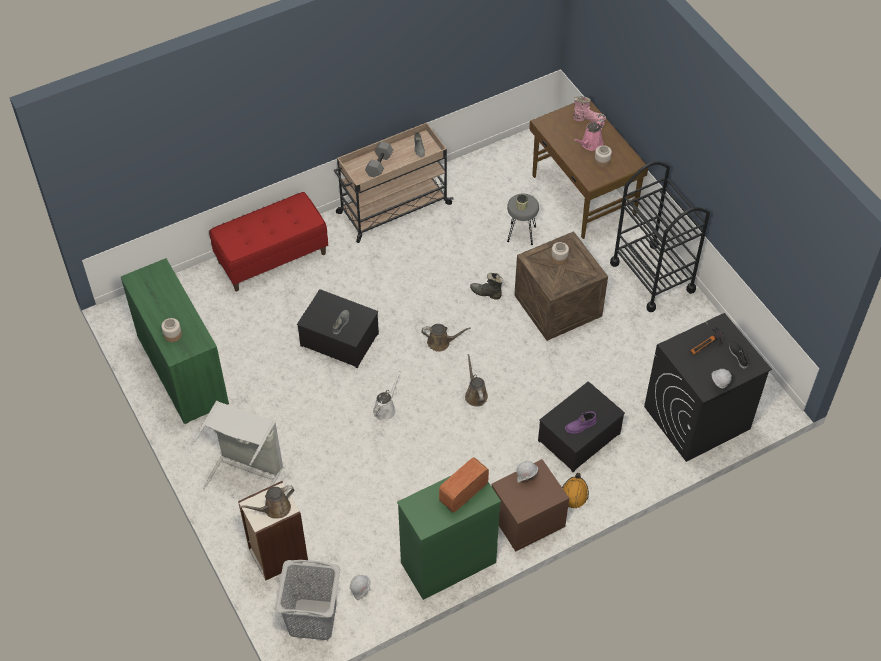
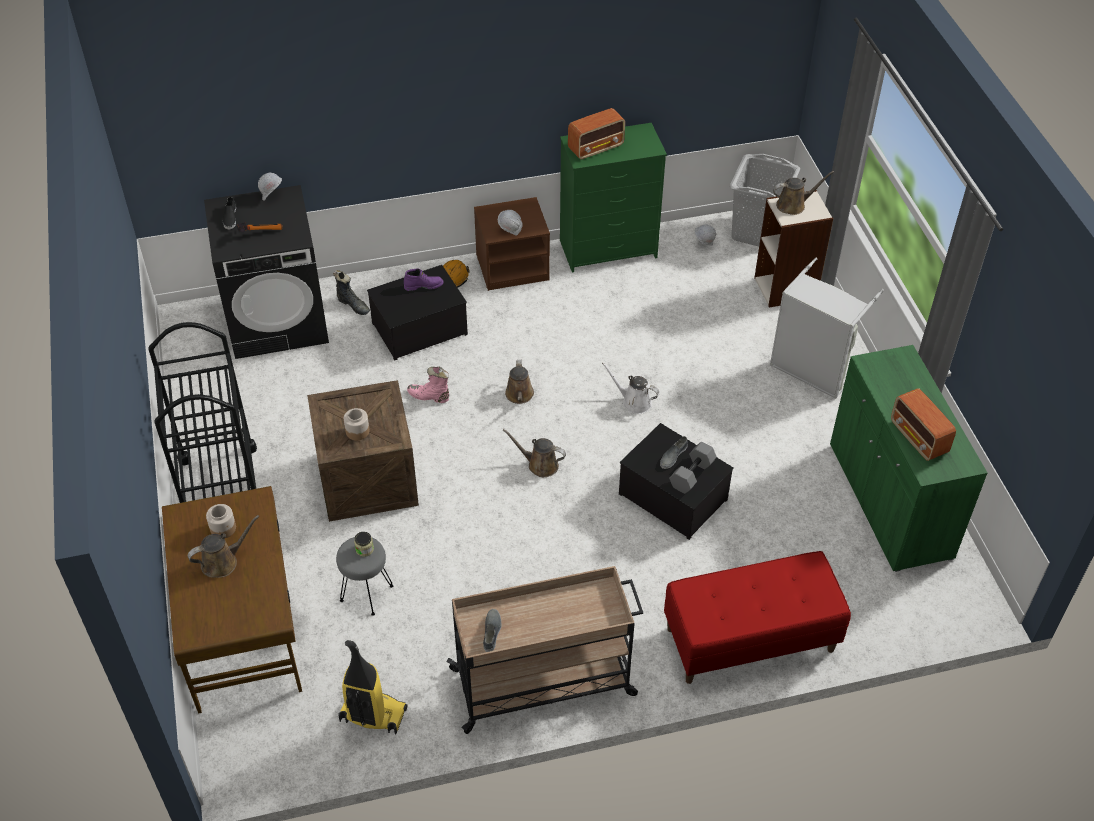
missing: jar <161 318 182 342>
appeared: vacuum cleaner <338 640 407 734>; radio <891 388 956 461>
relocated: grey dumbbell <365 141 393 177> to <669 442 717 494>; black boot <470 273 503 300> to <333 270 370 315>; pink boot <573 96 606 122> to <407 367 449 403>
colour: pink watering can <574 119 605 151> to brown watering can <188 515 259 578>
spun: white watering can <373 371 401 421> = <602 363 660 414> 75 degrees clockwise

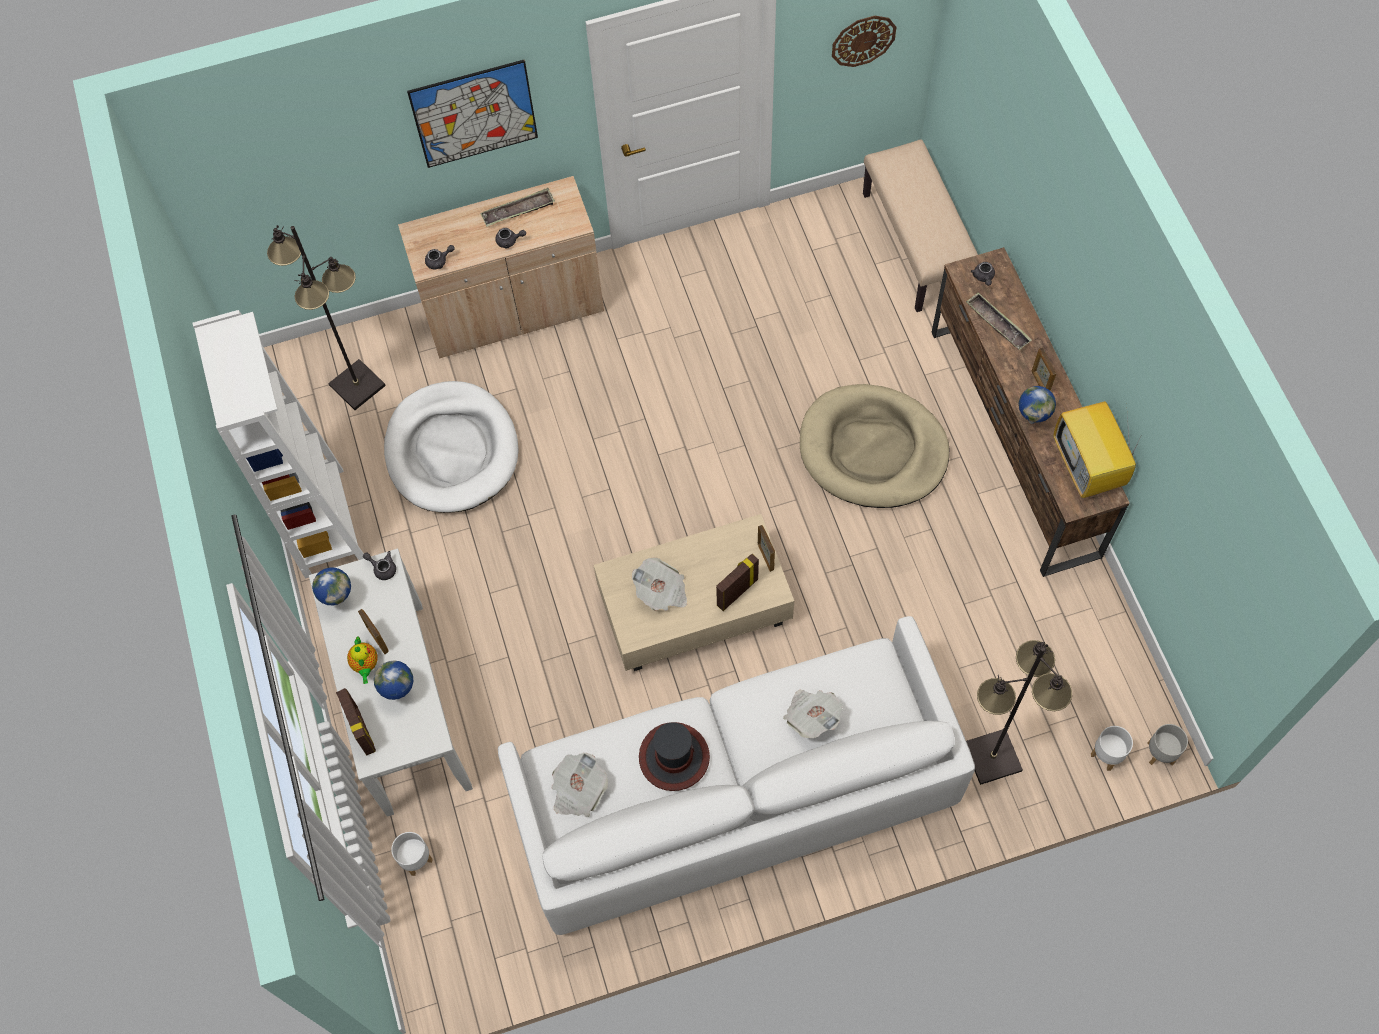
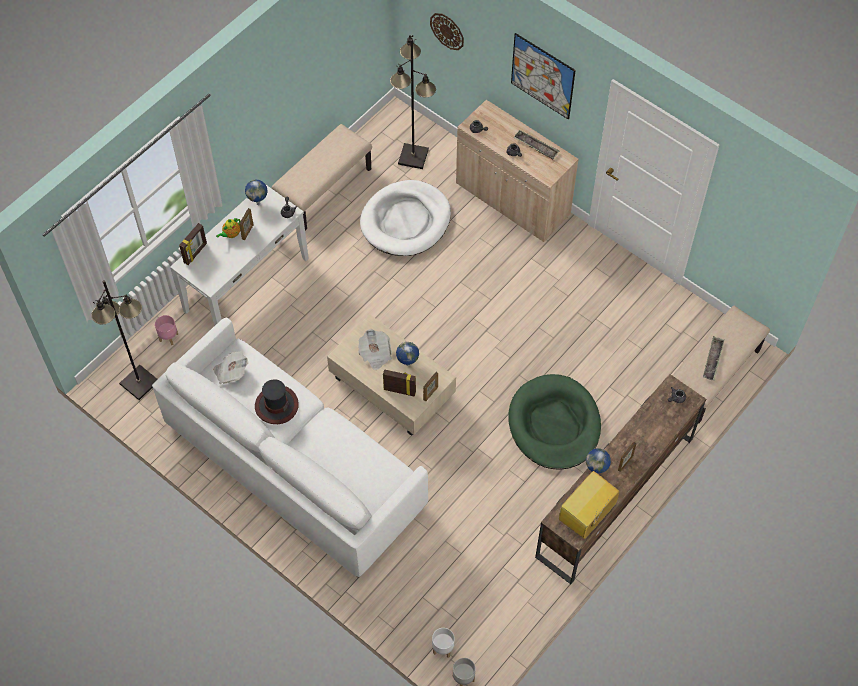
missing: newspaper <783 689 843 738>
relocated: globe <374 660 413 700> to <396 342 419 366>; wall clock <832 16 896 67> to <430 13 464 50>; tray <966 293 1032 350> to <703 336 725 380>; black floor lamp <966 640 1072 785> to <92 280 157 400>
exchanged: white bookcase <192 310 364 579> to beige bench <271 124 372 231>
colour: white planter <391 832 432 876> to pink planter <155 315 178 345>; beige dog bed <800 384 949 508> to green dog bed <508 374 601 470>

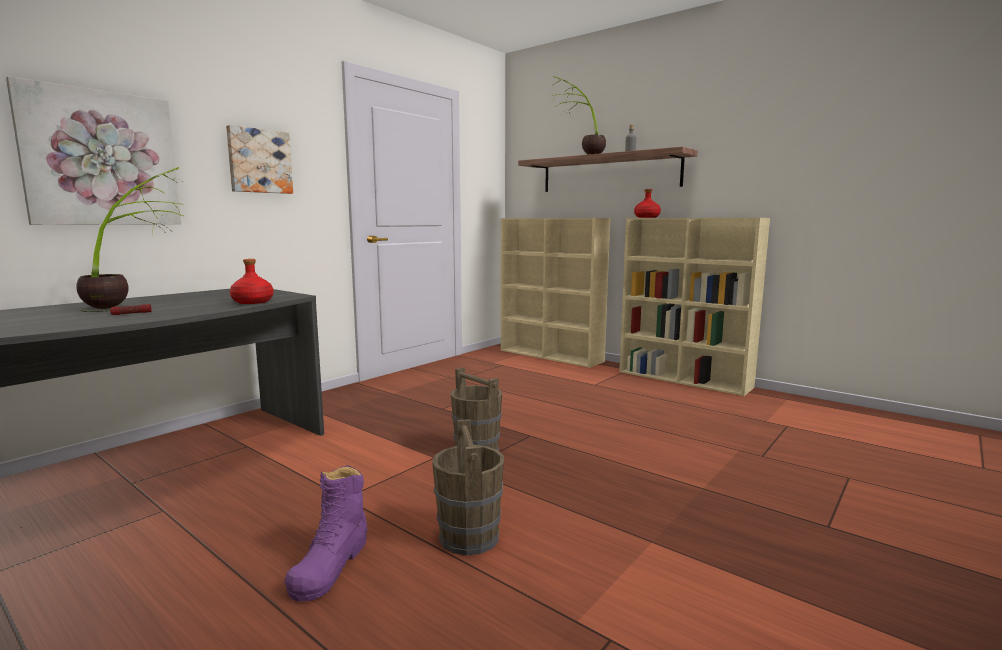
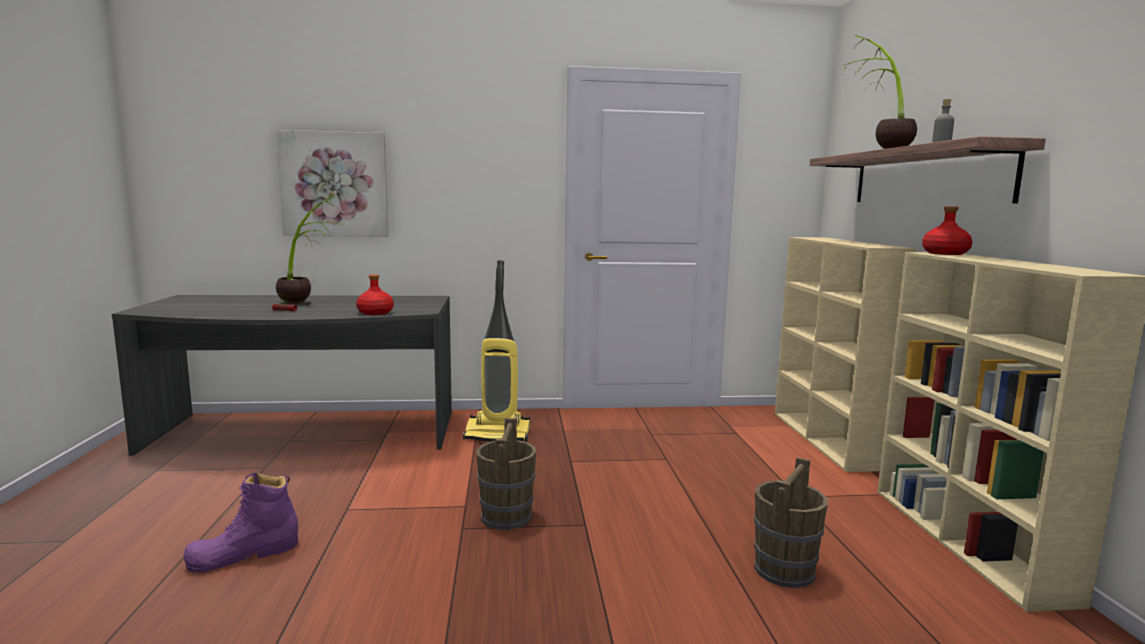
missing: picture <226 125 293 194>
appeared: vacuum cleaner <463 260 530 442>
relocated: brown bucket <432 419 504 555> to <754 457 828 588>

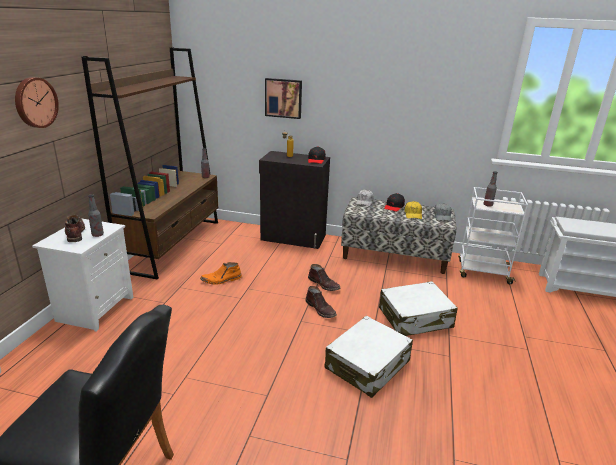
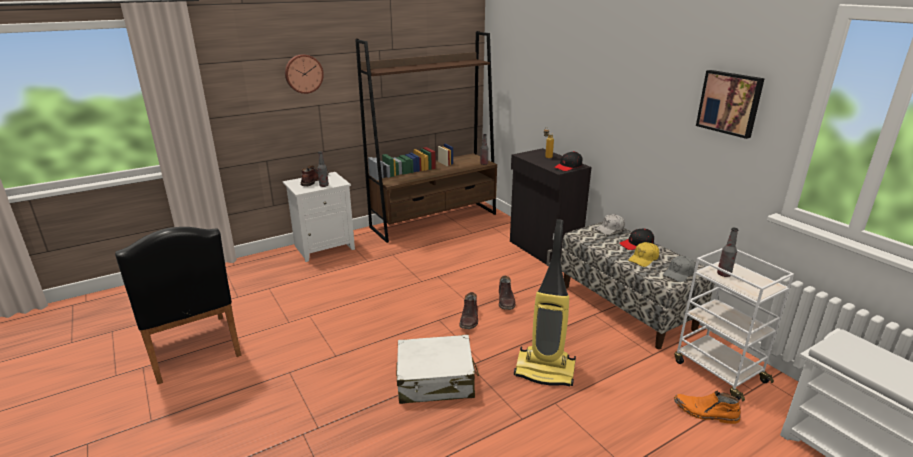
relocated: orange boot <200 262 242 285> to <674 391 740 424>; picture <265 78 302 119> to <696 70 765 139>
exchanged: white suitcase <379 281 458 336> to vacuum cleaner <514 219 576 386>

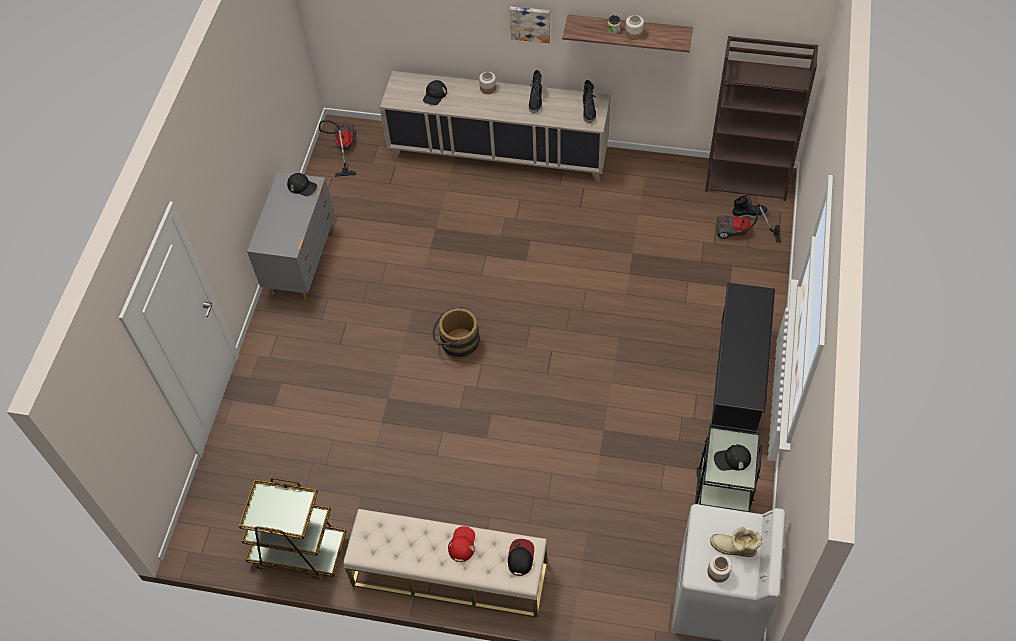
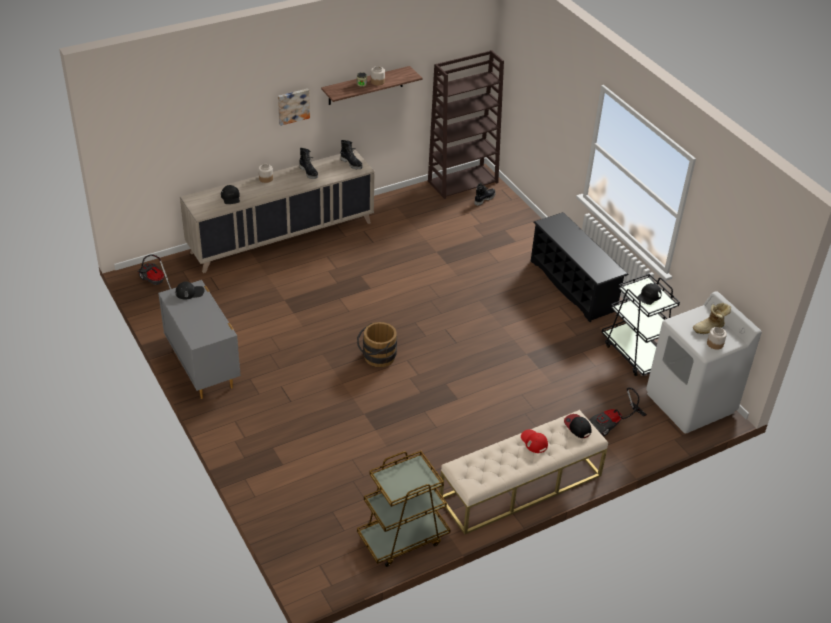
relocated: vacuum cleaner <717 203 781 243> to <589 388 647 436>

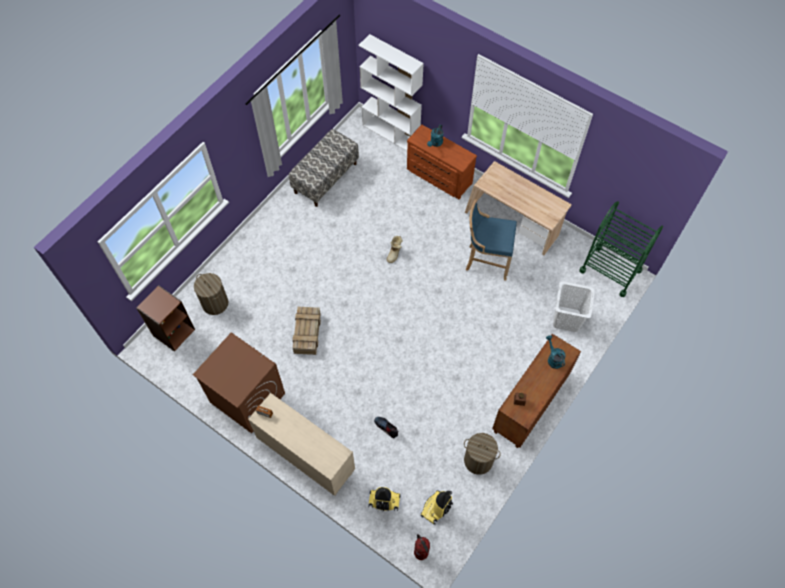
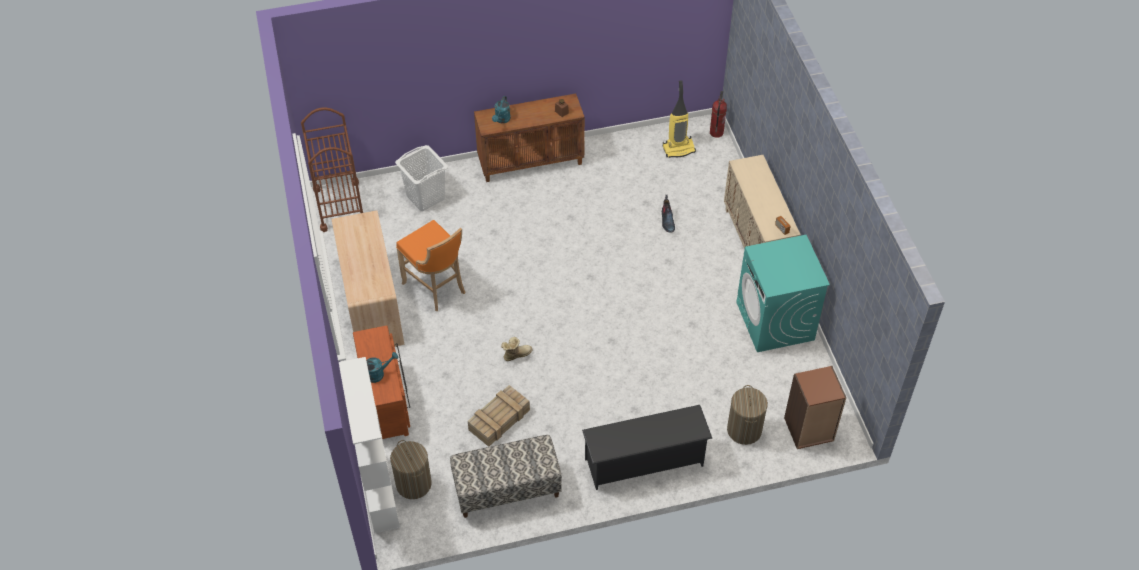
missing: vacuum cleaner <368 487 401 512>
appeared: black shoe rack <582 405 712 490>
relocated: crate <293 307 321 355> to <468 385 530 447>; laundry basket <464 433 501 475> to <390 440 432 499>
colour: brown washing machine <193 332 285 433> to turquoise washing machine <736 235 830 352>; blue stool <466 200 517 280> to orange stool <396 220 465 311>; green cart <579 201 663 297> to brown cart <301 107 363 232>

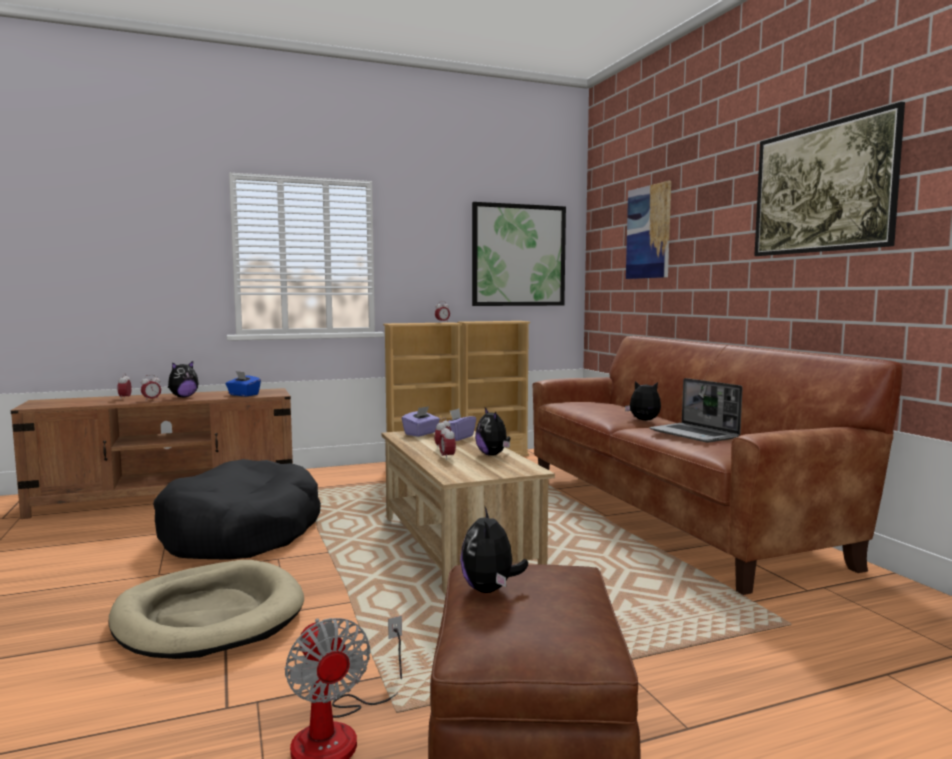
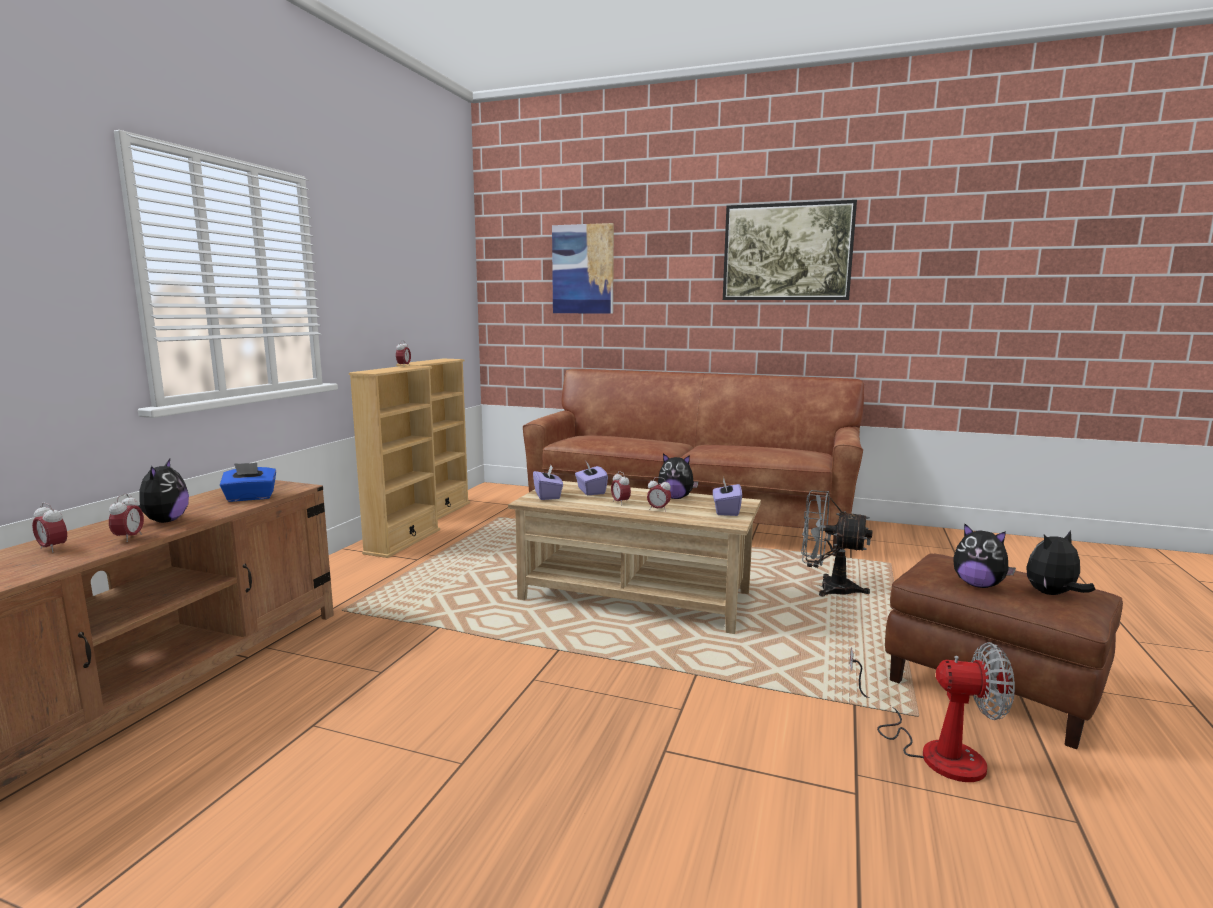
missing: beige dog bed <108 560 304 659>; black dog bed <153 459 321 560>; picture <472 202 566 306>; laptop <649 378 743 443>
appeared: purple tissue box <713 476 742 516>; grey fan <801 490 873 597>
relocated: plush toy <625 381 661 421> to <1026 531 1095 595>

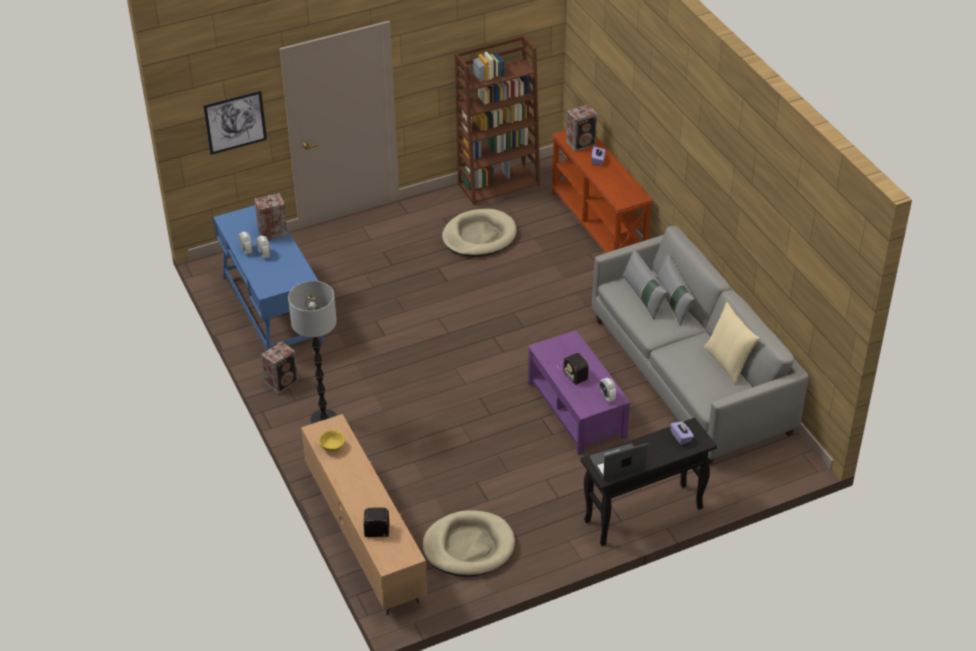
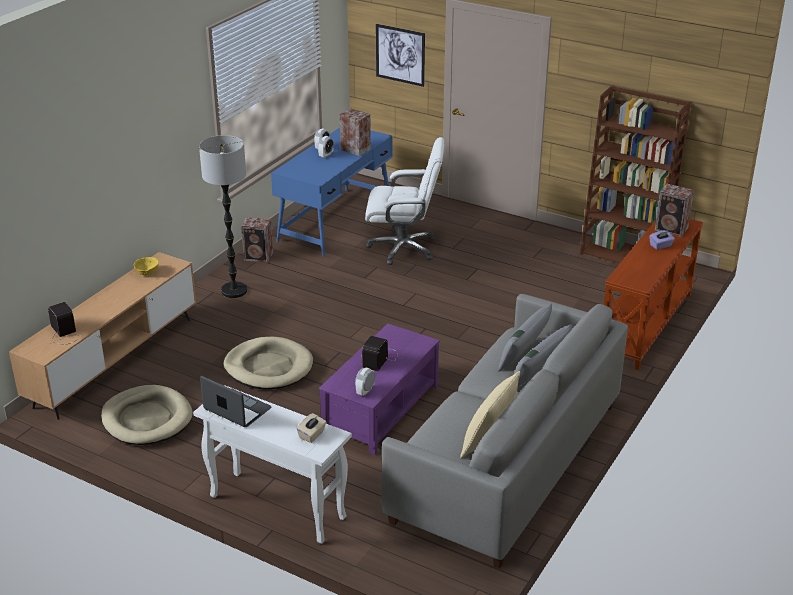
appeared: white office chair <365 137 444 265>
relocated: beige dog bed <442 209 517 257> to <223 337 313 390>
colour: black console table <580 418 717 546> to white console table <193 385 352 544>; purple tissue box <670 421 694 445> to beige tissue box <297 413 326 443>

